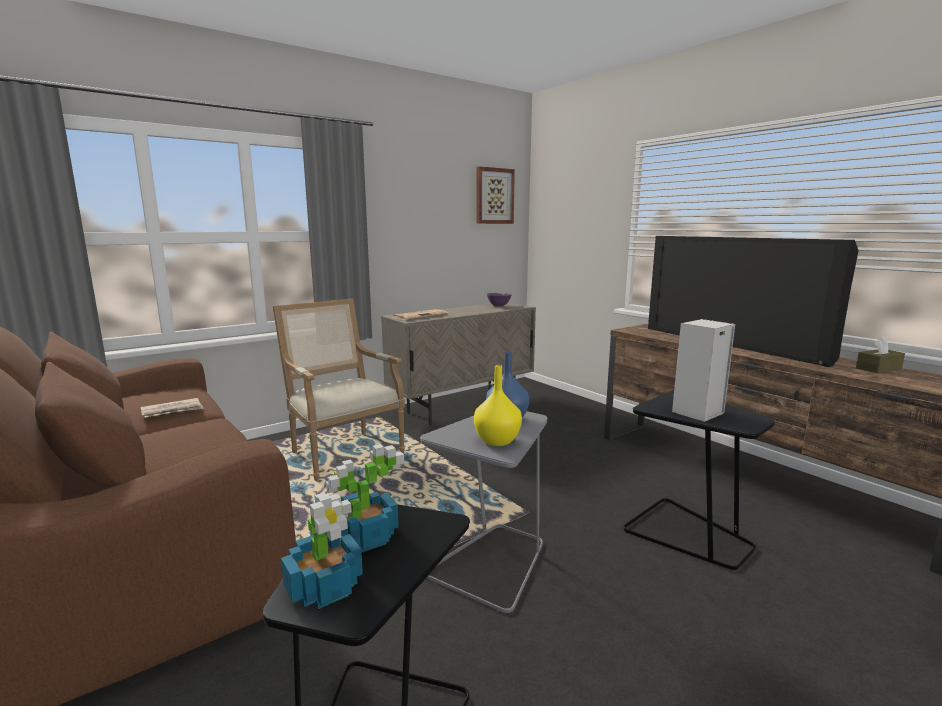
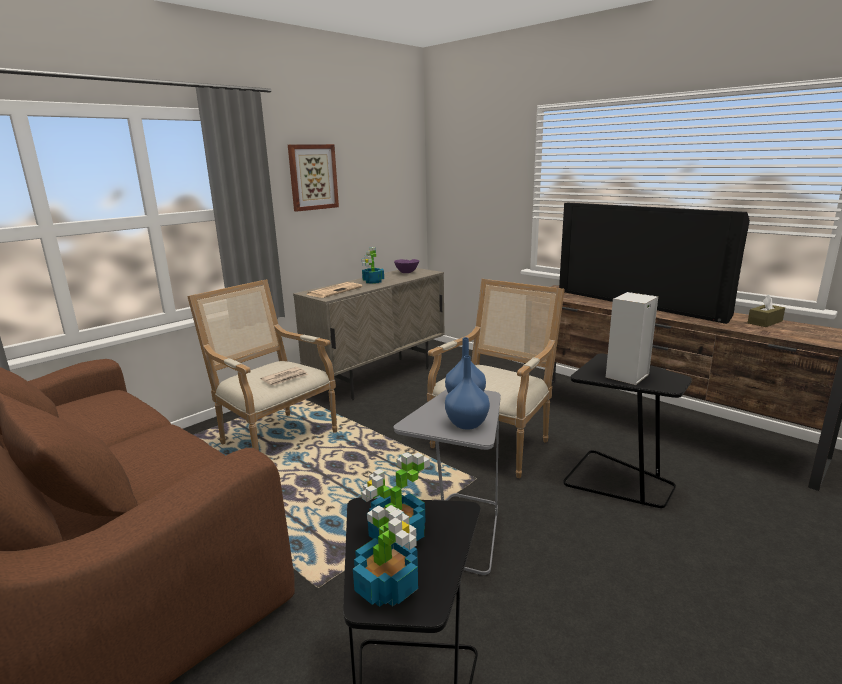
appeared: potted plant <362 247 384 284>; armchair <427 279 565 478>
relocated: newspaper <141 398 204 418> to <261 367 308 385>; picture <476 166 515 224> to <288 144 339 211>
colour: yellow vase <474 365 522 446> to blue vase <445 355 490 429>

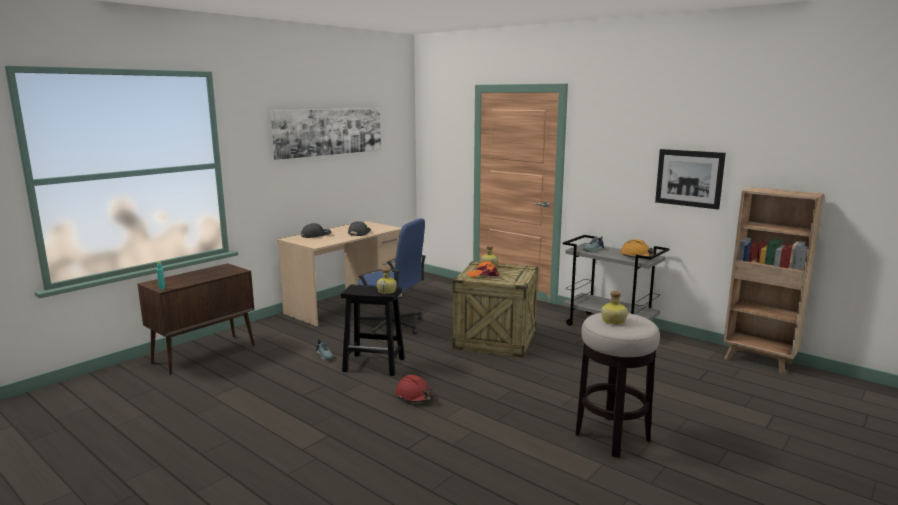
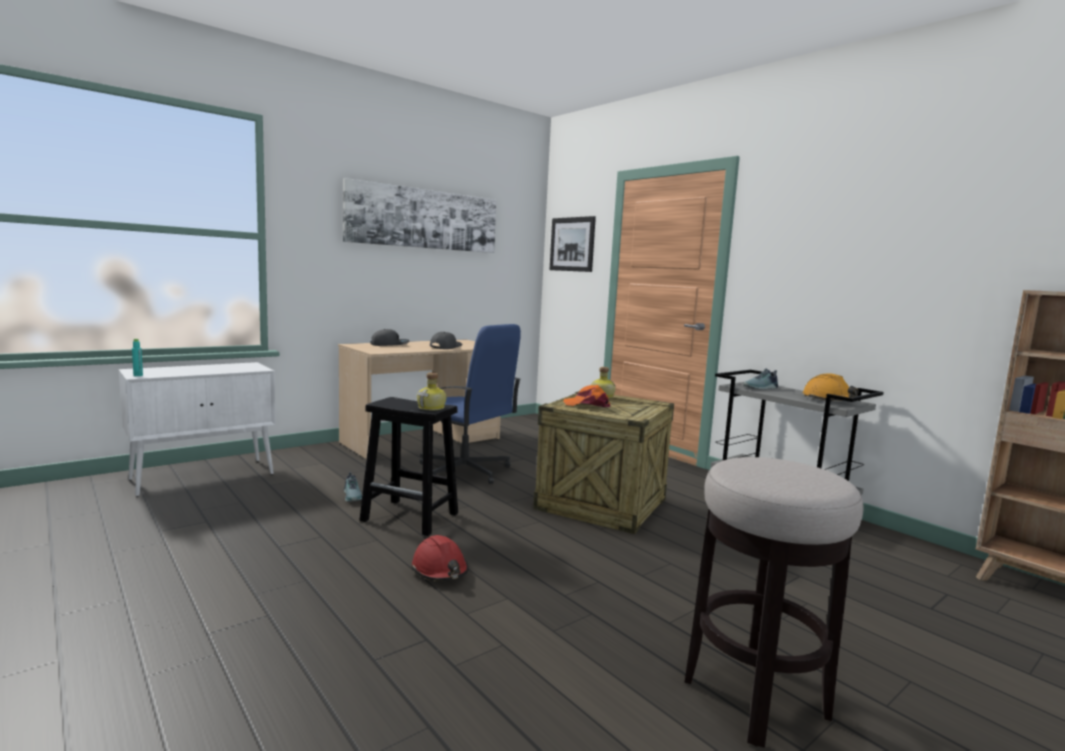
missing: bottle <601 291 628 325>
relocated: picture <655 149 726 209> to <549 216 596 272>
colour: brown cabinet <137 263 255 375> to white cabinet <119 362 276 497>

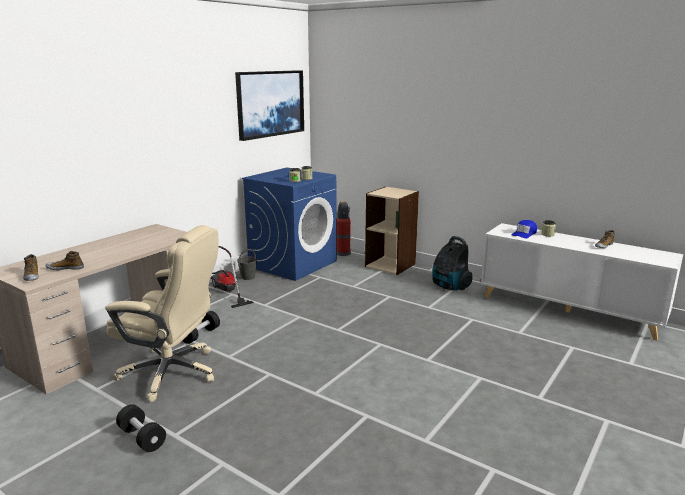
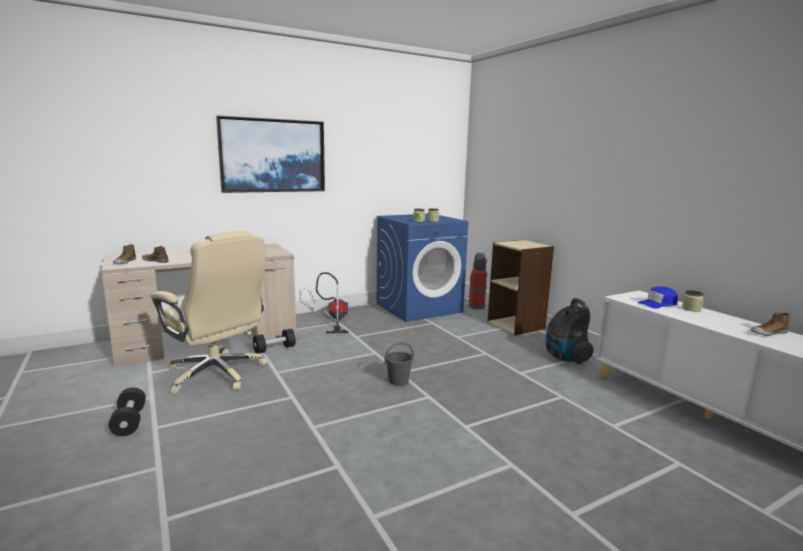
relocated: picture <235 70 304 141> to <216 115 325 193>; grey bucket <237 249 257 280> to <384 342 414 386>

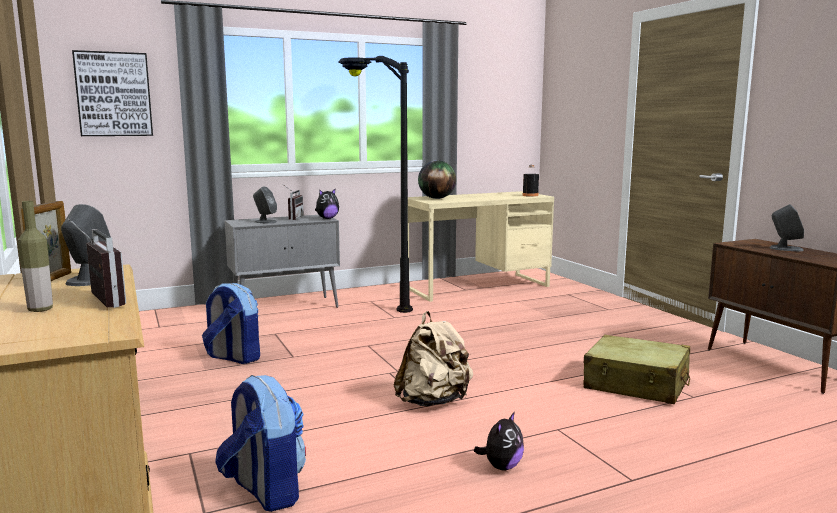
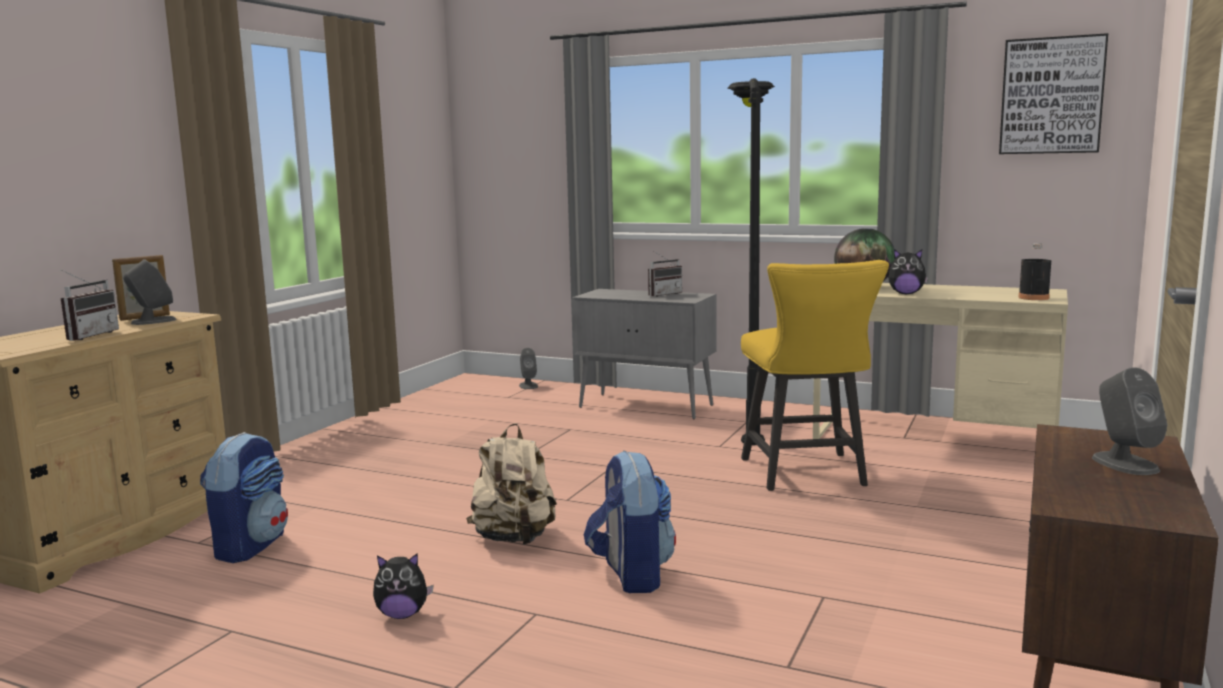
missing: bottle <18 201 53 312>; beige suitcase <583 335 690 404>
appeared: yellow chair <741 260 889 491>
relocated: picture <72 50 153 136> to <999 33 1108 154>; backpack <202 283 260 364> to <584 451 676 593>; grey speaker <253 186 277 224> to <519 348 538 389>; plush toy <315 189 339 219> to <888 249 928 294>

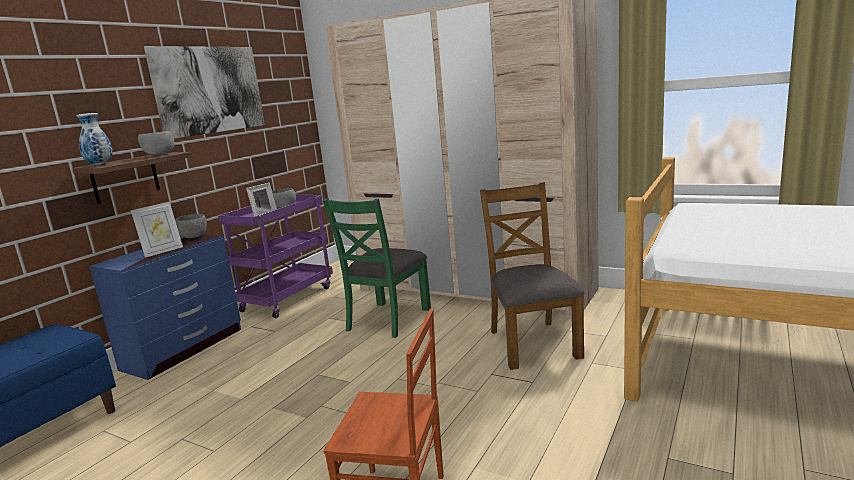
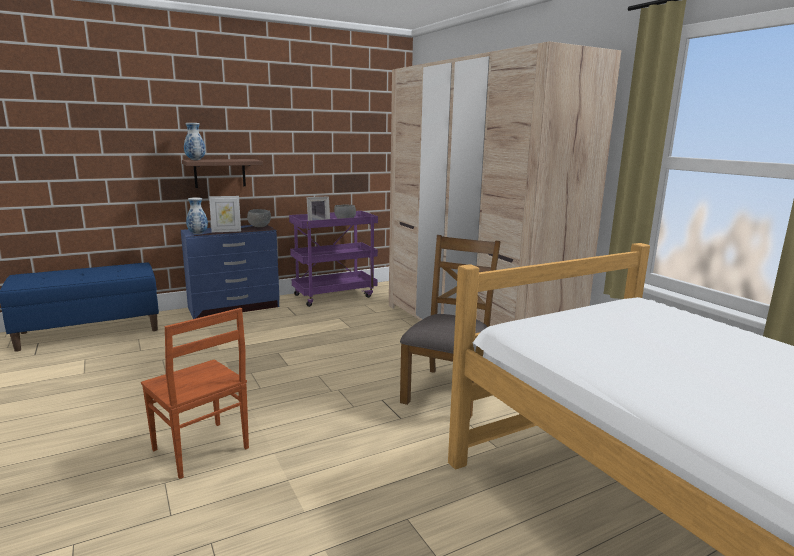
missing: grey bowl <138 131 175 156>; picture <144 46 265 138>; green chair <323 198 431 338>
appeared: vase <186 197 208 234>

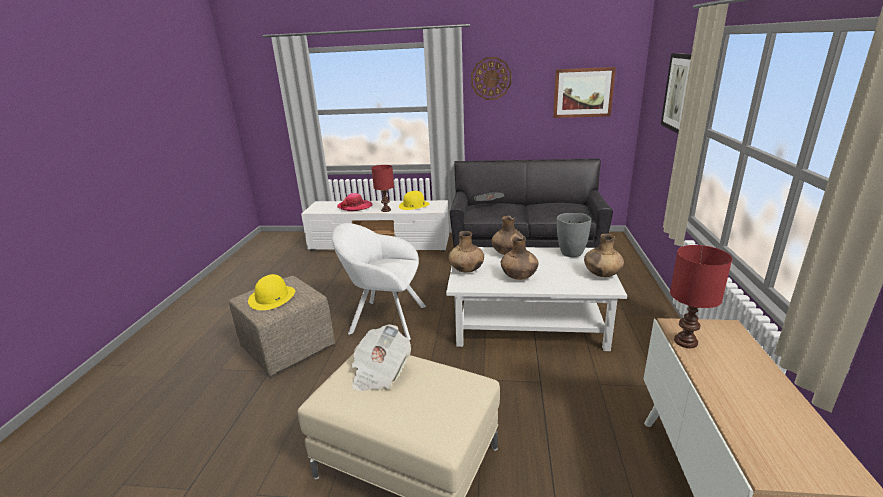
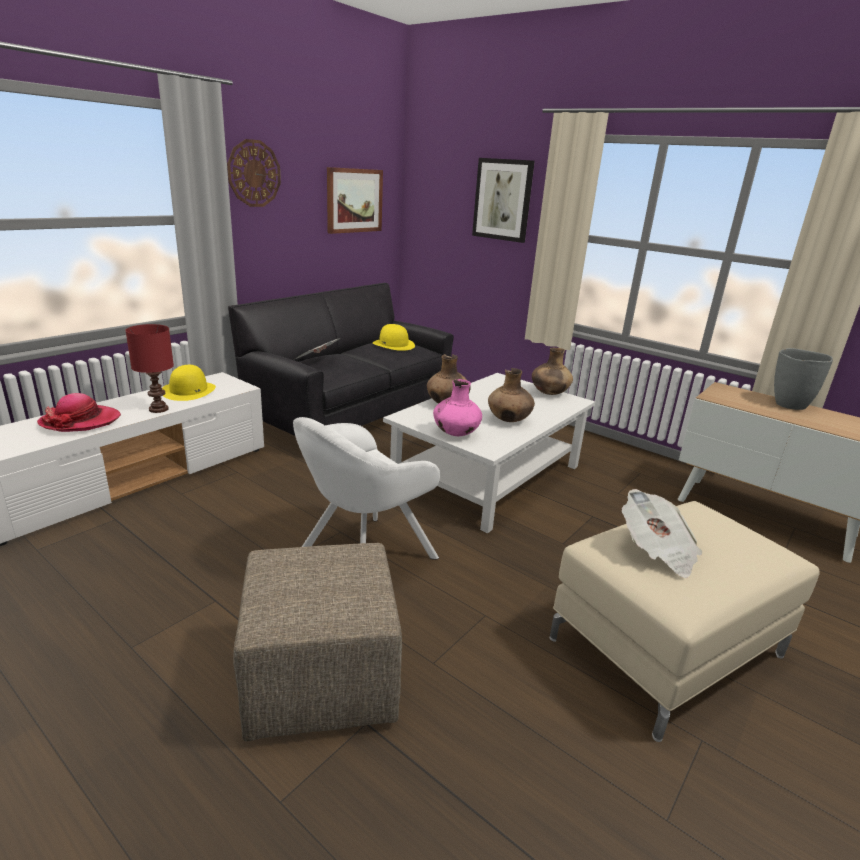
missing: red table lamp <670 245 732 348>
relocated: yellow hat <248 274 295 310> to <373 324 415 351>; grey vase <557 213 591 257> to <774 348 833 410>
colour: brown vase <449 231 484 273> to pink vase <433 379 482 436>

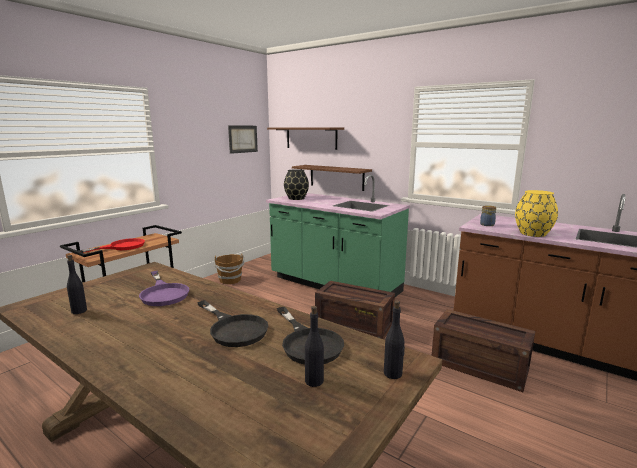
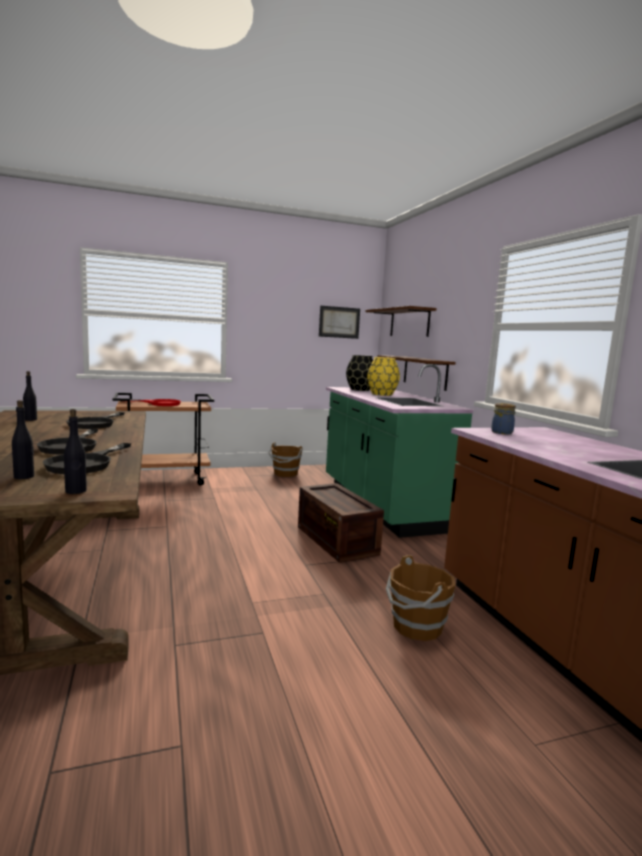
relocated: yellow vase <515 190 558 237> to <367 357 400 396>
exchanged: crate <432 309 535 392> to brown bucket <386 555 456 641>
colour: purple frying pan <139 271 189 306> to black frying pan <66 412 124 429>

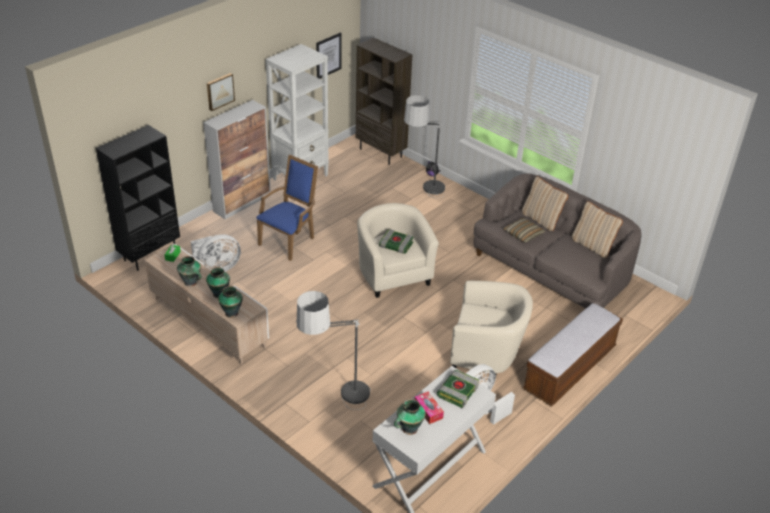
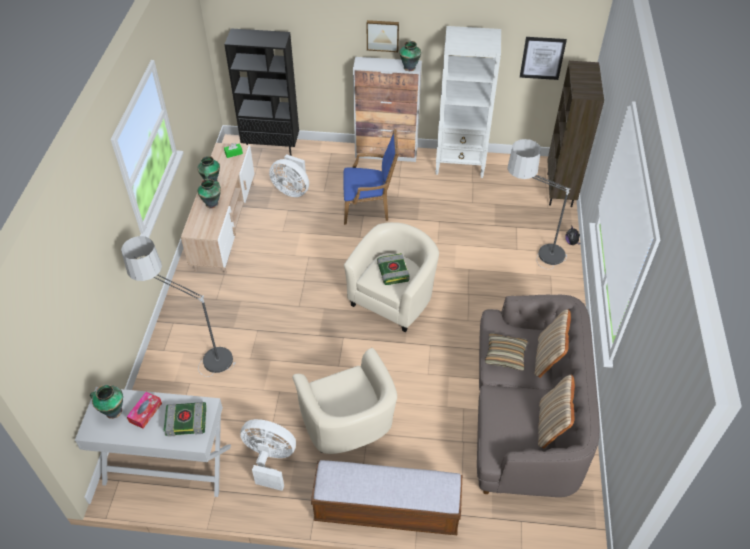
relocated: vase <218 286 243 318> to <399 41 421 71>

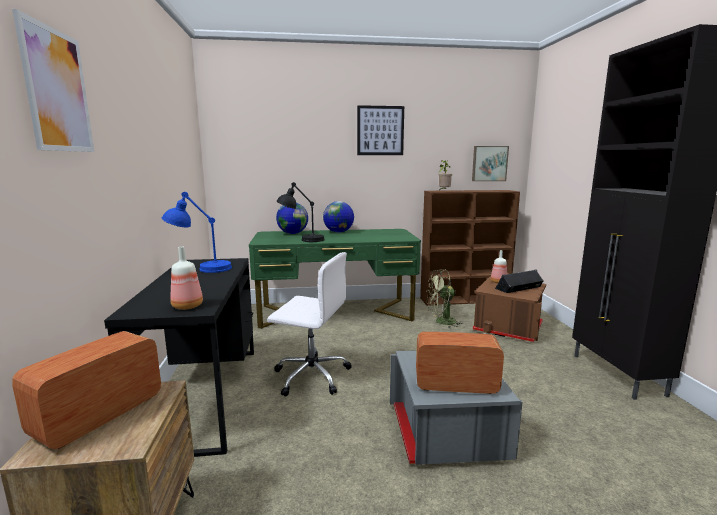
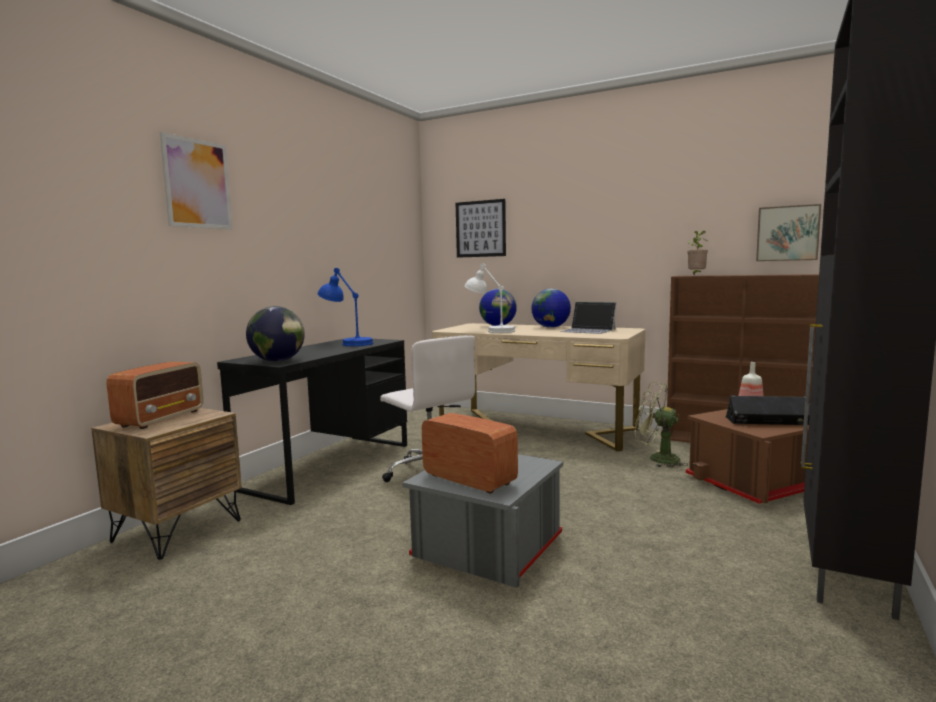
appeared: laptop <560 302 616 334>
relocated: picture <357 105 404 155> to <456 199 506 258>
exchanged: bottle <170 246 203 310> to globe <246 306 305 362>
colour: green desk <249 229 421 329> to beige desk <432 323 646 451>; black table lamp <277 182 325 242> to white table lamp <464 263 515 333>
spun: radio <12 331 161 449> = <107 362 203 429> 135 degrees clockwise

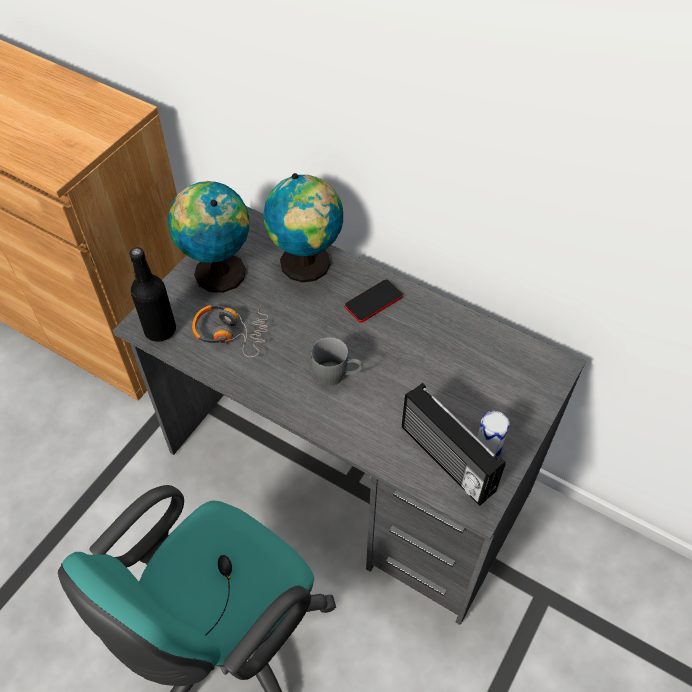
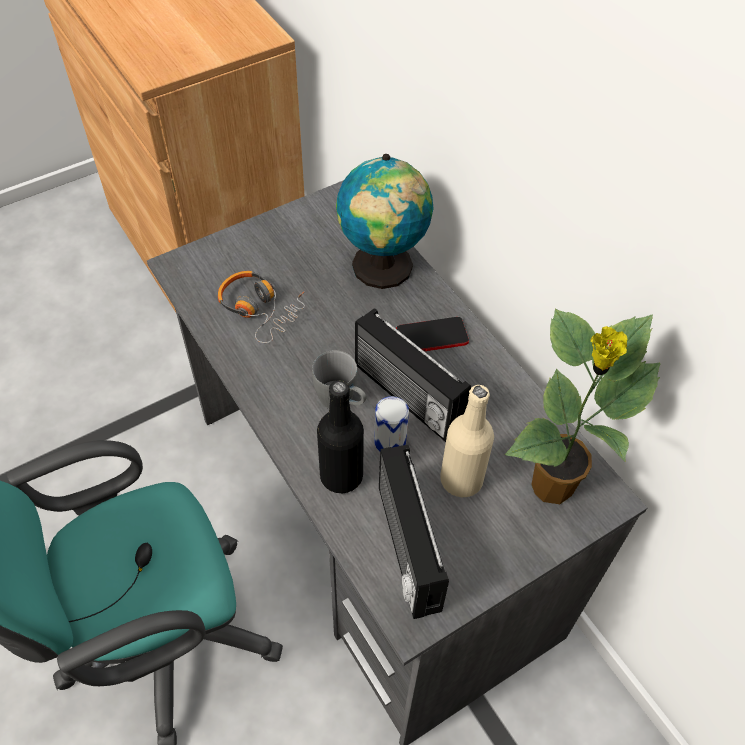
missing: globe <168 181 249 293>
appeared: radio <355 308 471 442>; beige bottle <440 385 494 497>; potted plant <505 309 660 504>
relocated: black bottle <129 247 176 342> to <317 380 364 493>; can <477 411 510 457> to <374 396 409 452>

